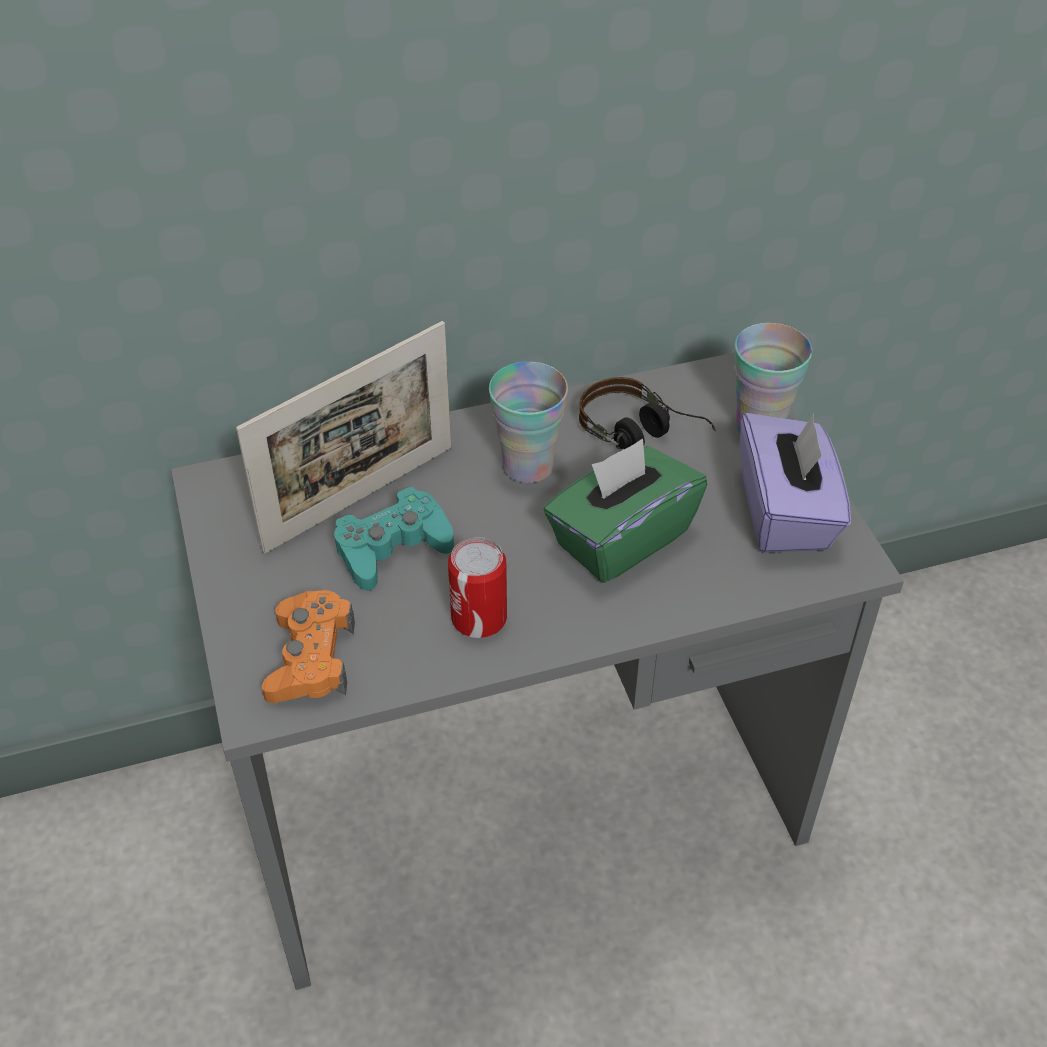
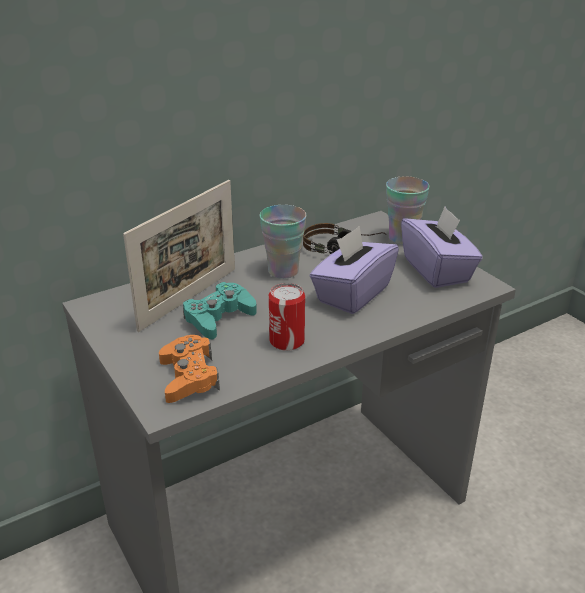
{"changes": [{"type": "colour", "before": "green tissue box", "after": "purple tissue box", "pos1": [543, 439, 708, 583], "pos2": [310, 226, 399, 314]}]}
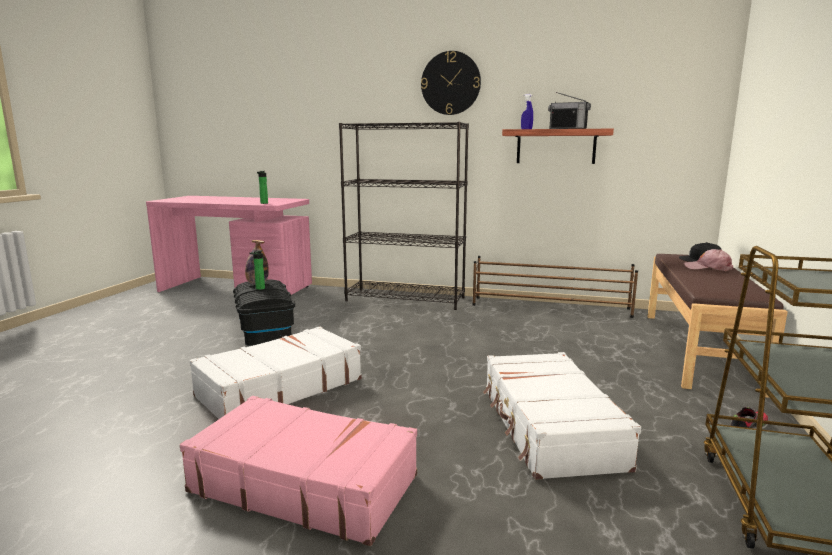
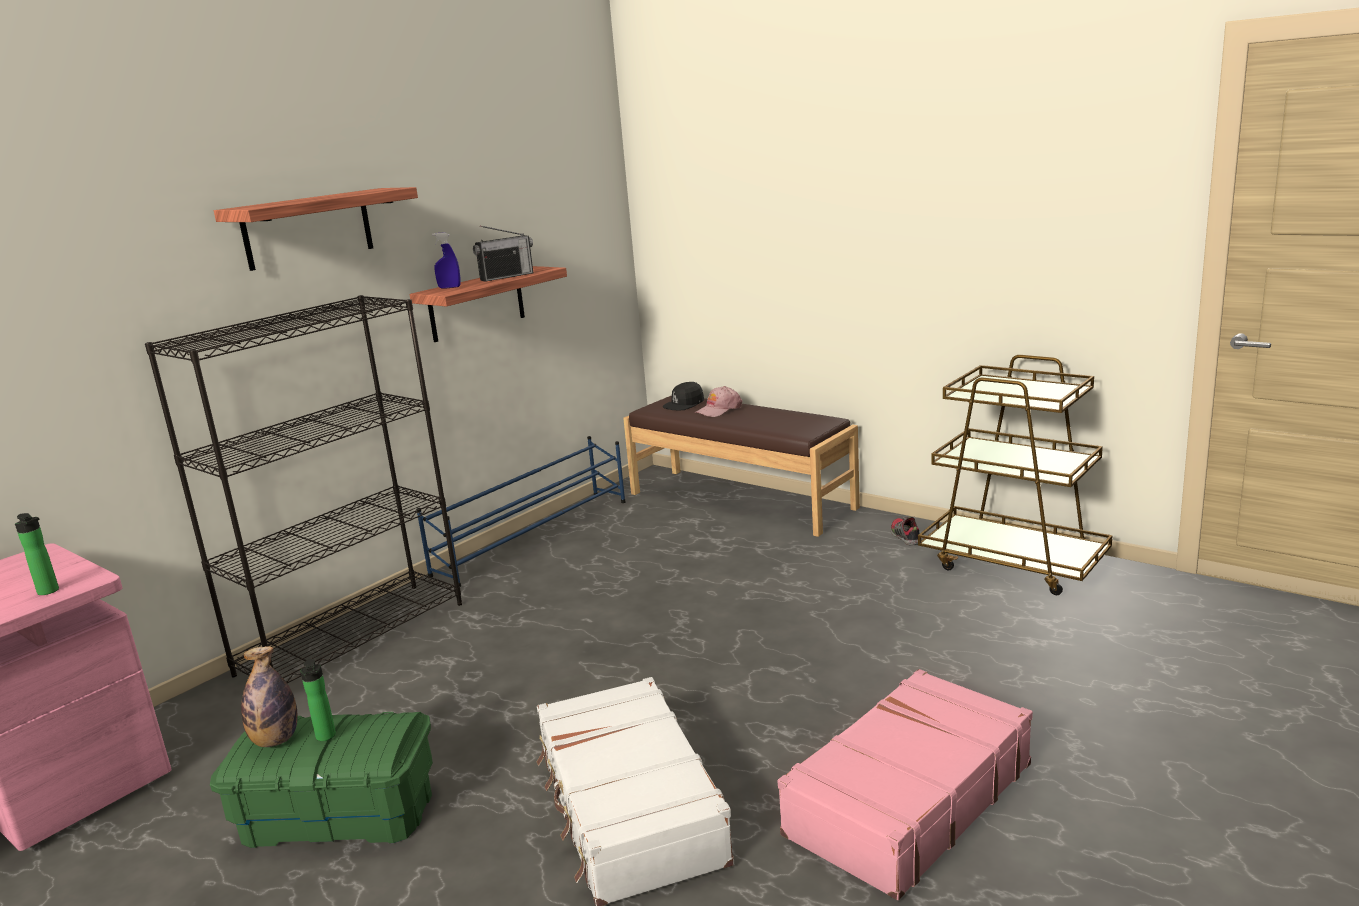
{"changes": [{"type": "missing", "before": "white suitcase", "pos1": [483, 352, 641, 480]}, {"type": "exchanged", "before": "wall clock", "after": "shelf", "pos1": [421, 51, 481, 115], "pos2": [214, 187, 418, 271]}, {"type": "colour", "before": "black storage box", "after": "green storage box", "pos1": [233, 279, 295, 346], "pos2": [210, 712, 433, 848]}, {"type": "colour", "before": "brown shoe rack", "after": "blue shoe rack", "pos1": [472, 256, 638, 318], "pos2": [416, 436, 626, 587]}]}
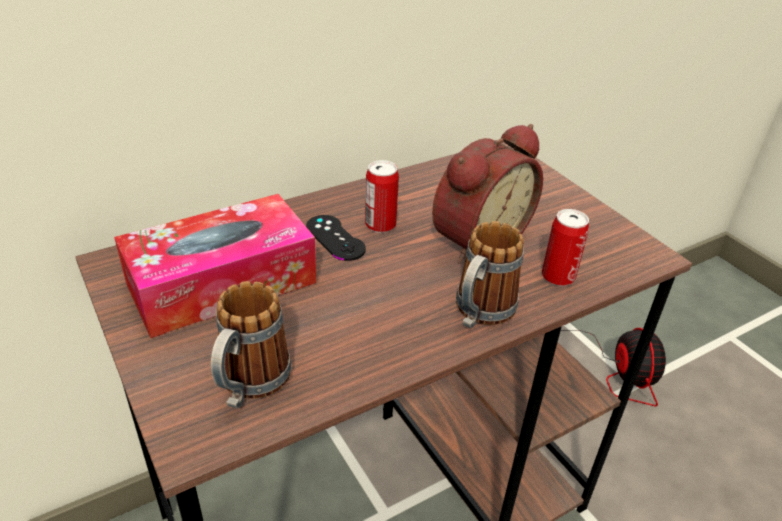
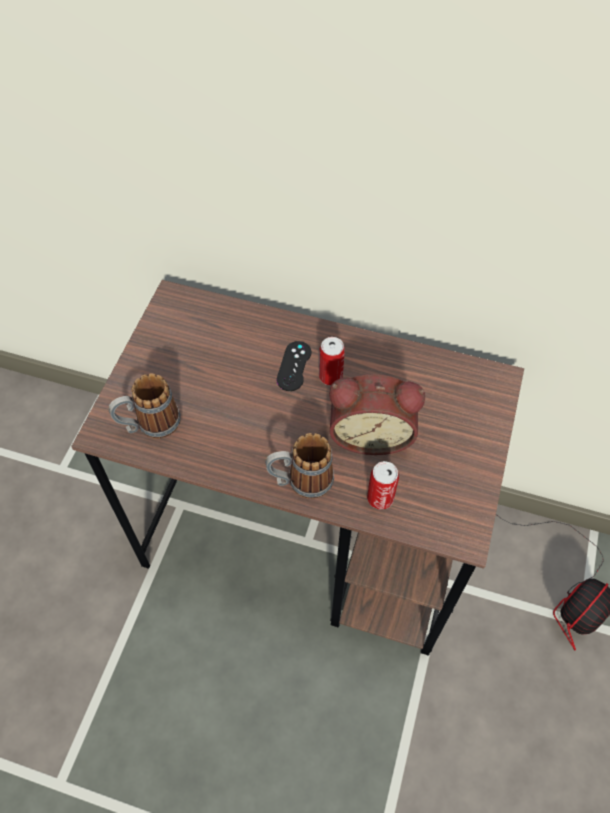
{"changes": [{"type": "missing", "before": "tissue box", "pos1": [114, 194, 317, 338]}]}
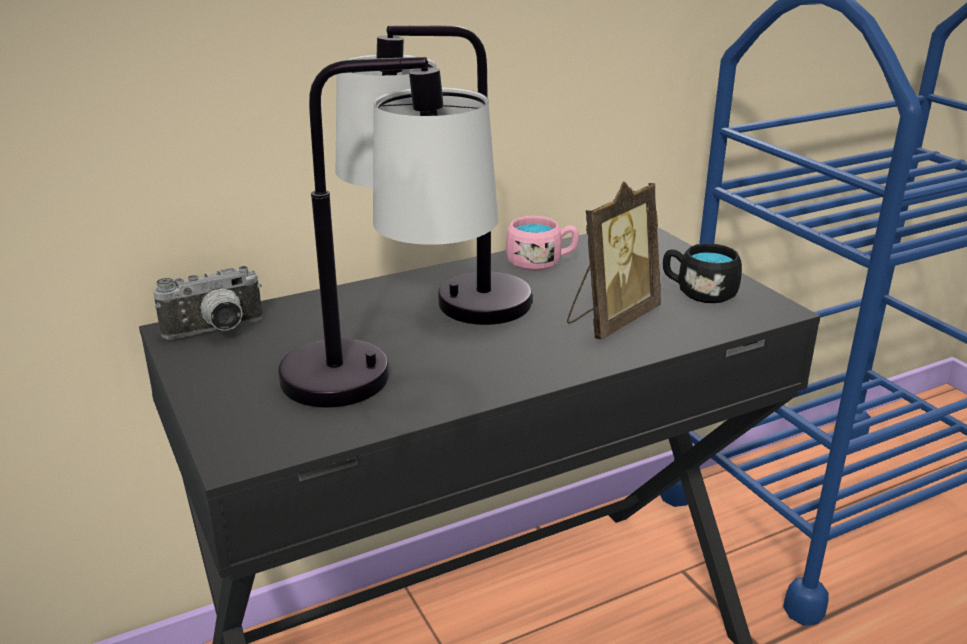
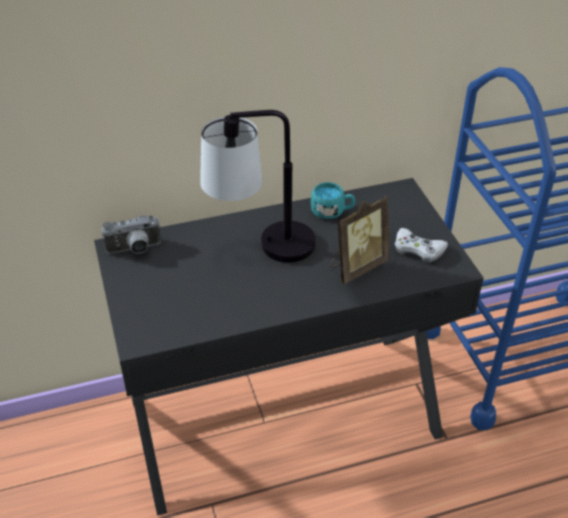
{"changes": [{"type": "missing", "before": "table lamp", "pos1": [278, 57, 498, 408]}, {"type": "exchanged", "before": "black mug", "after": "white game controller", "pos1": [663, 243, 742, 303], "pos2": [395, 228, 448, 263]}, {"type": "colour", "before": "pink mug", "after": "turquoise mug", "pos1": [506, 216, 579, 271], "pos2": [311, 182, 355, 219]}]}
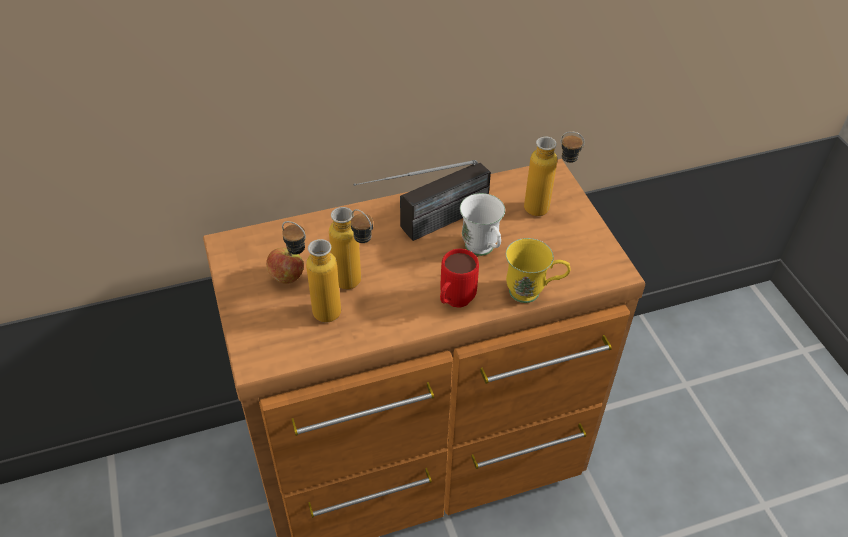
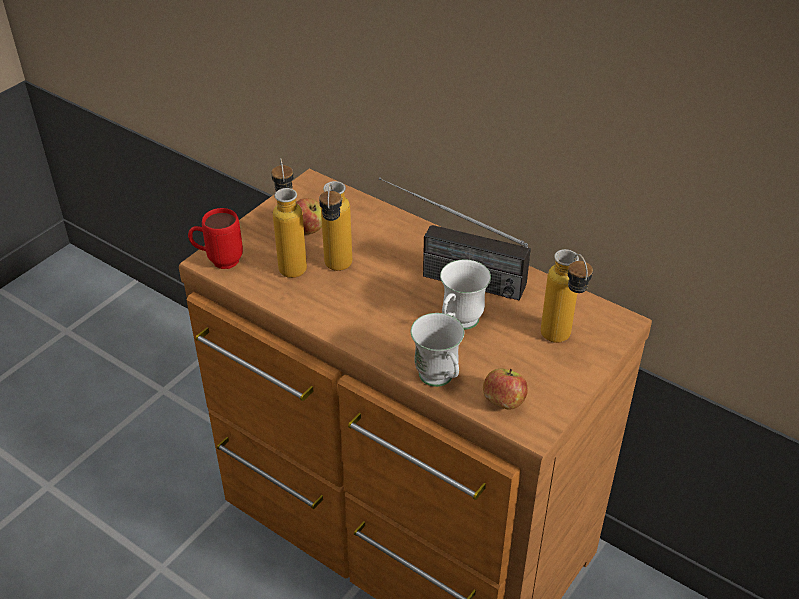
{"changes": [{"type": "appeared", "after": "apple", "pos2": [483, 369, 528, 409]}, {"type": "relocated", "before": "red mug", "pos1": [440, 249, 479, 308], "pos2": [188, 208, 243, 269]}, {"type": "colour", "before": "yellow mug", "after": "white mug", "pos1": [506, 238, 571, 303], "pos2": [411, 313, 464, 387]}]}
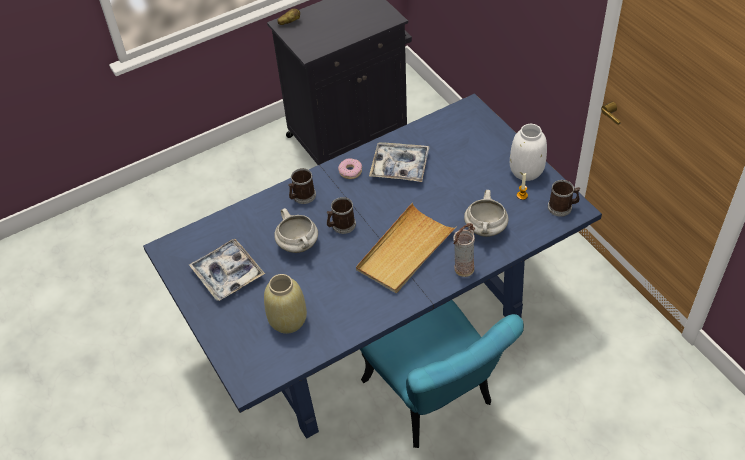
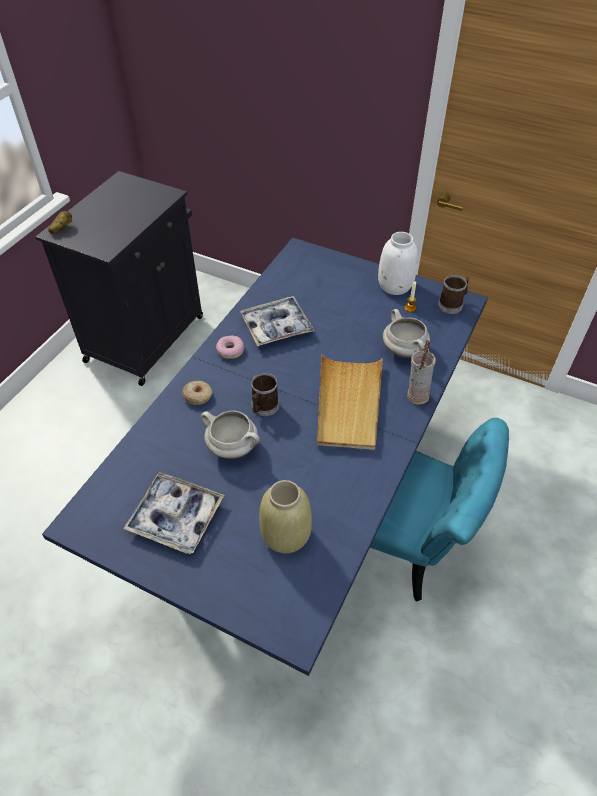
{"changes": [{"type": "exchanged", "before": "mug", "after": "donut", "pos1": [288, 168, 316, 204], "pos2": [182, 381, 212, 405]}]}
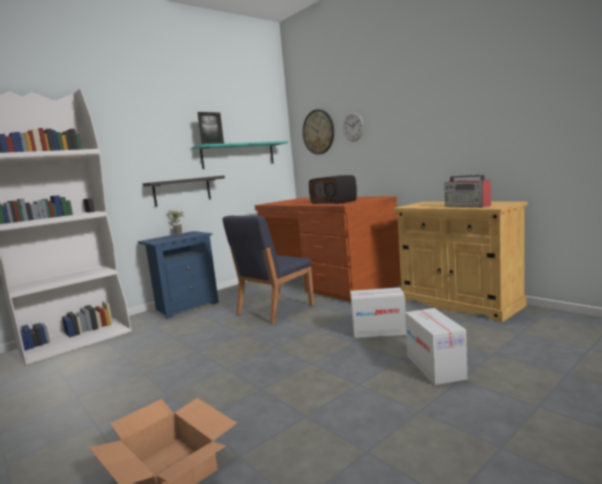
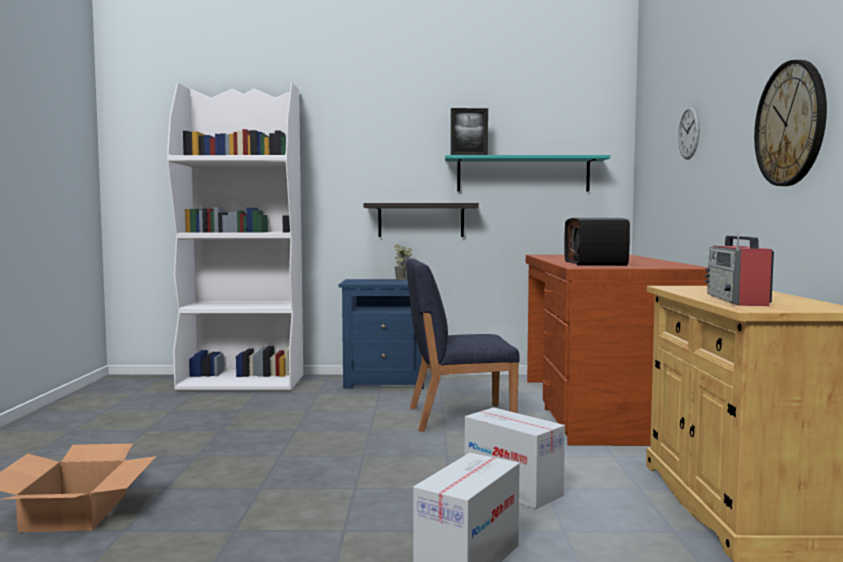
{"changes": [{"type": "relocated", "before": "wall clock", "pos1": [303, 109, 334, 155], "pos2": [754, 60, 827, 186]}]}
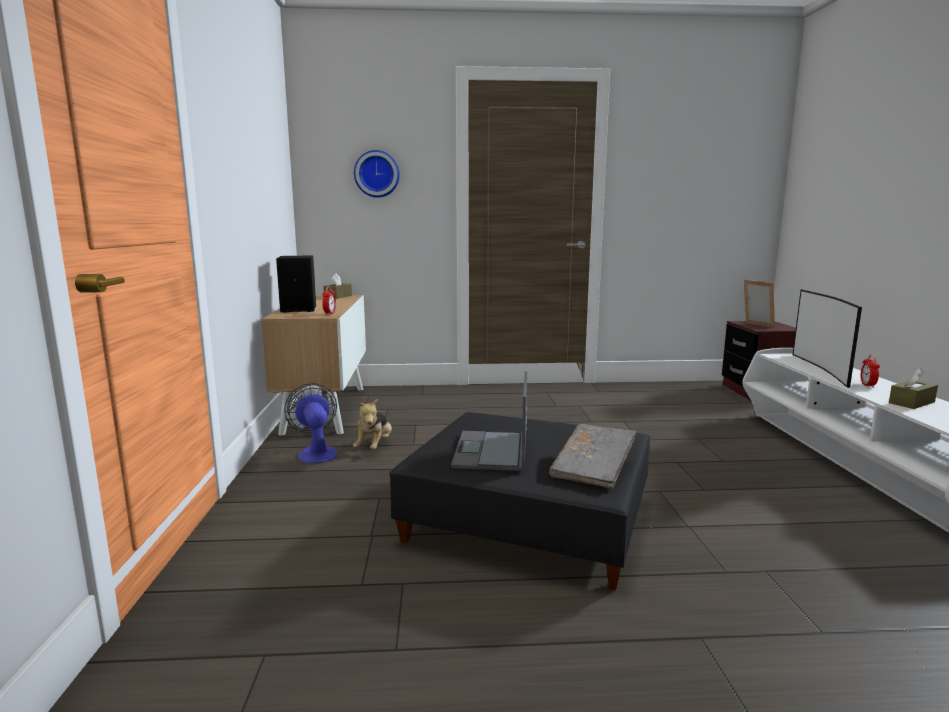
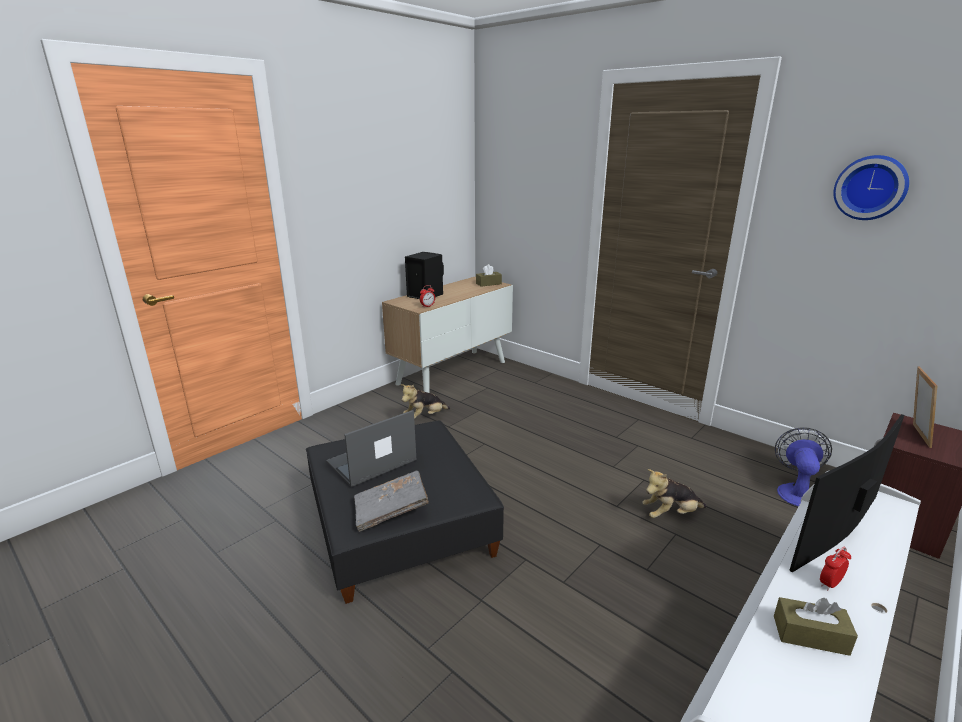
{"changes": [{"type": "appeared", "after": "plush toy", "pos2": [642, 469, 706, 518]}, {"type": "relocated", "before": "fan", "pos1": [284, 383, 337, 463], "pos2": [775, 428, 832, 507]}, {"type": "relocated", "before": "wall clock", "pos1": [354, 150, 400, 198], "pos2": [833, 155, 909, 220]}]}
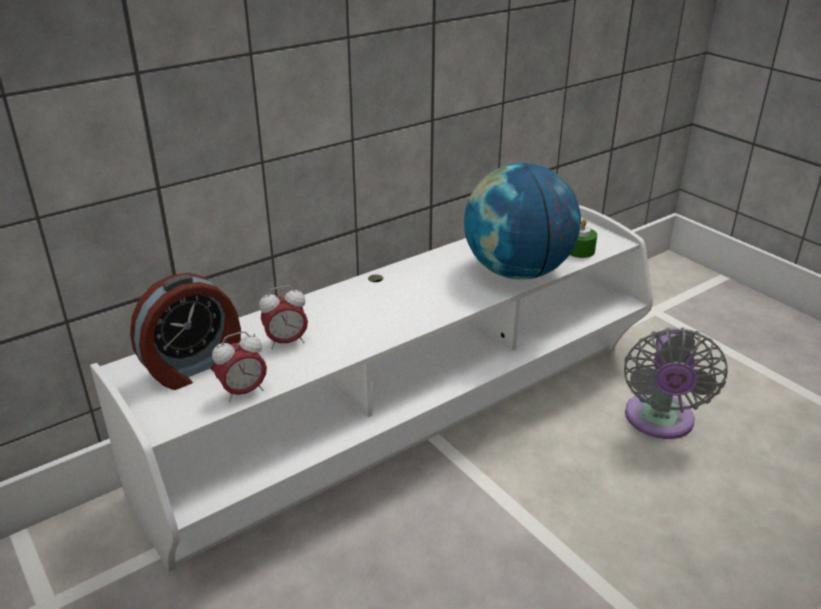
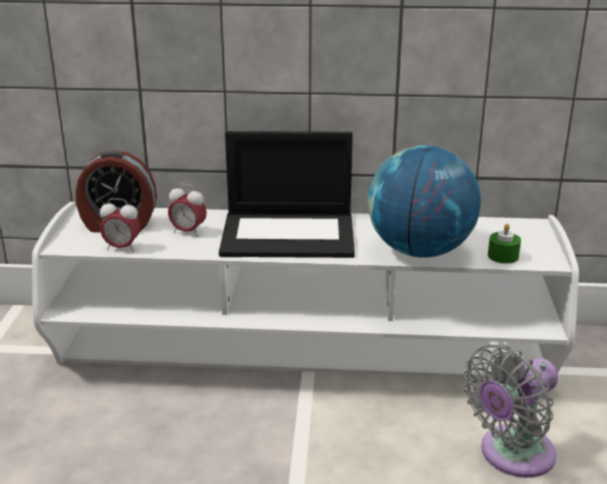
{"changes": [{"type": "appeared", "after": "laptop", "pos2": [219, 131, 355, 258]}]}
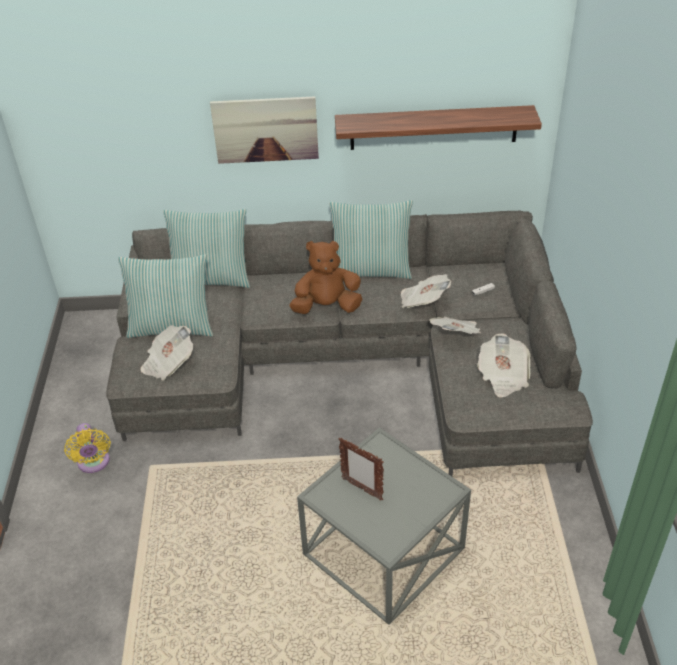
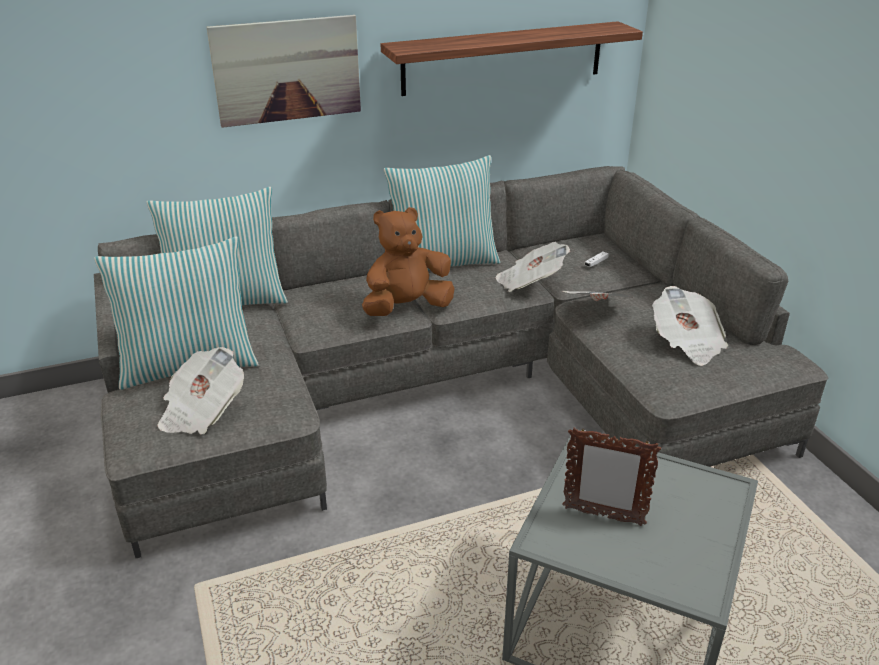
{"changes": [{"type": "missing", "before": "yellow fan", "pos1": [64, 423, 111, 473]}]}
